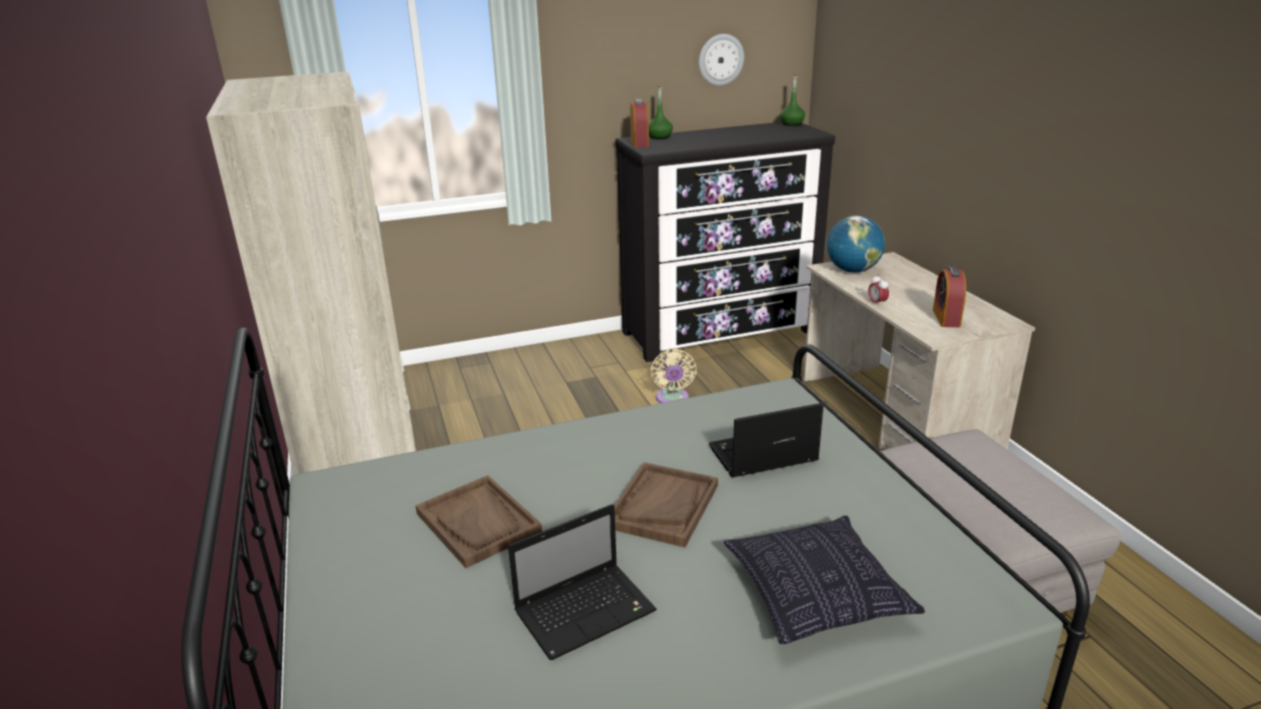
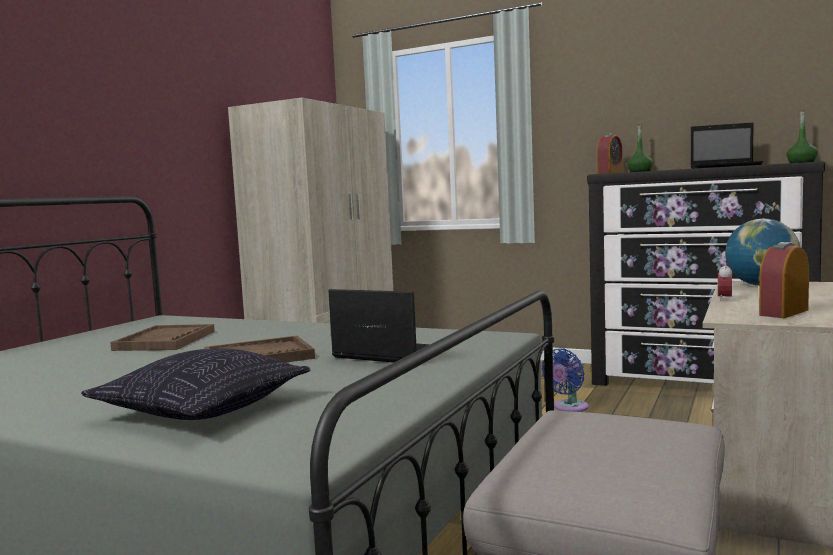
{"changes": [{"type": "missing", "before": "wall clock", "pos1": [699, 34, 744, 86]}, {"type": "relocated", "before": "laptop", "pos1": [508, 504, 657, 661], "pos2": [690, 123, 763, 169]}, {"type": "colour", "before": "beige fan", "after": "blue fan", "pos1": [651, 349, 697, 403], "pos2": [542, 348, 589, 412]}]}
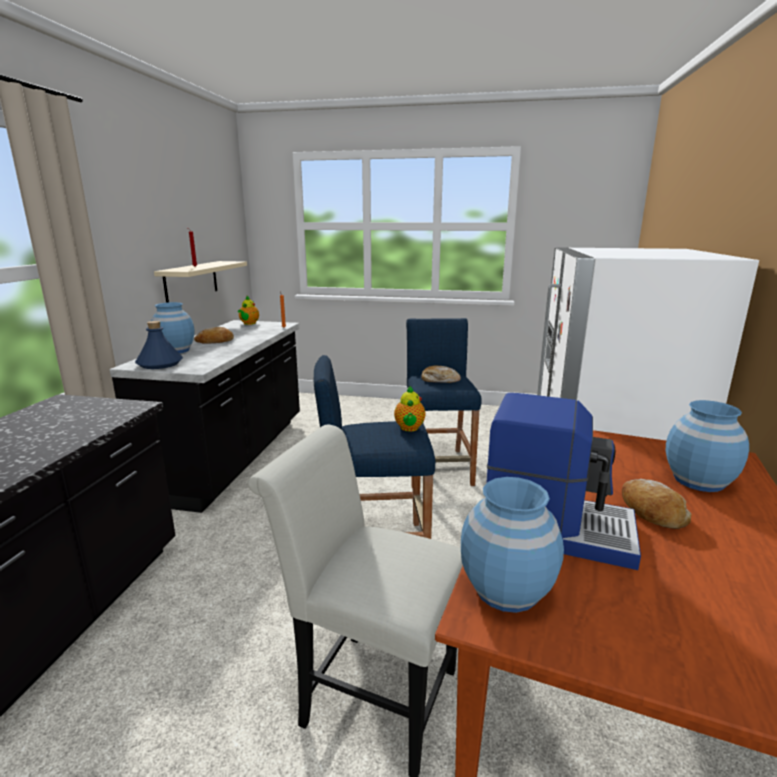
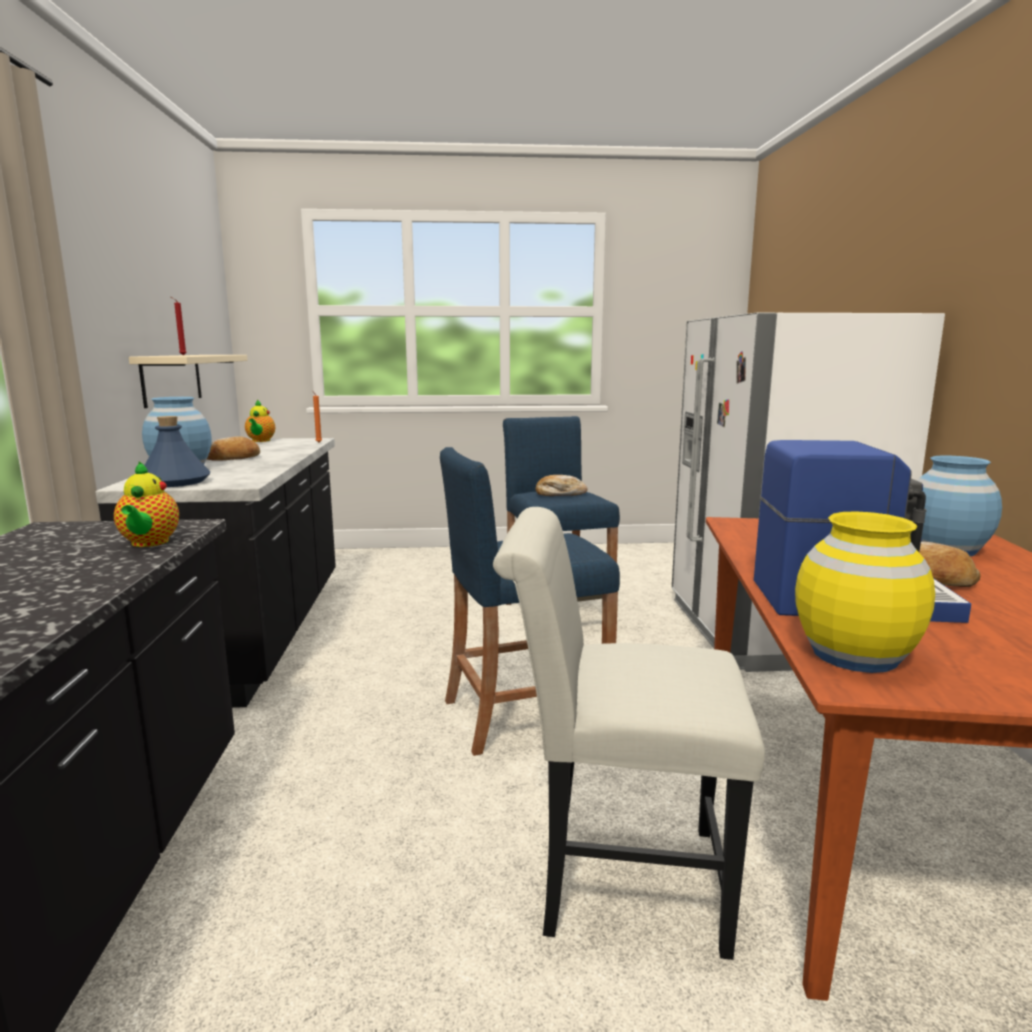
{"changes": [{"type": "relocated", "before": "teapot", "pos1": [394, 386, 426, 431], "pos2": [114, 461, 179, 547]}, {"type": "colour", "before": "blue vase", "after": "yellow vase", "pos1": [461, 477, 564, 613], "pos2": [795, 511, 935, 673]}]}
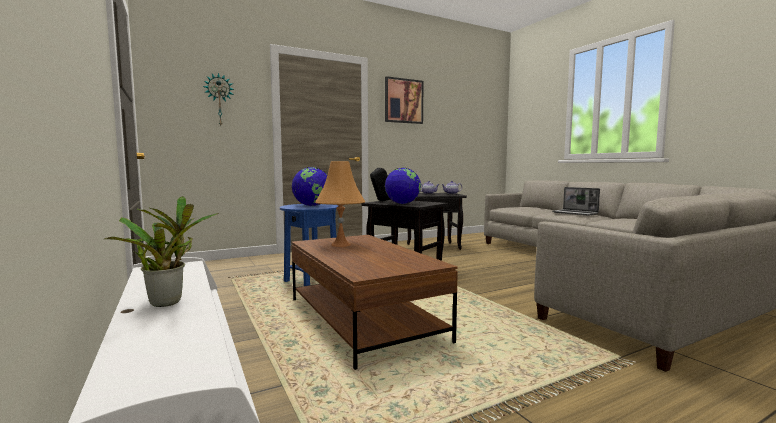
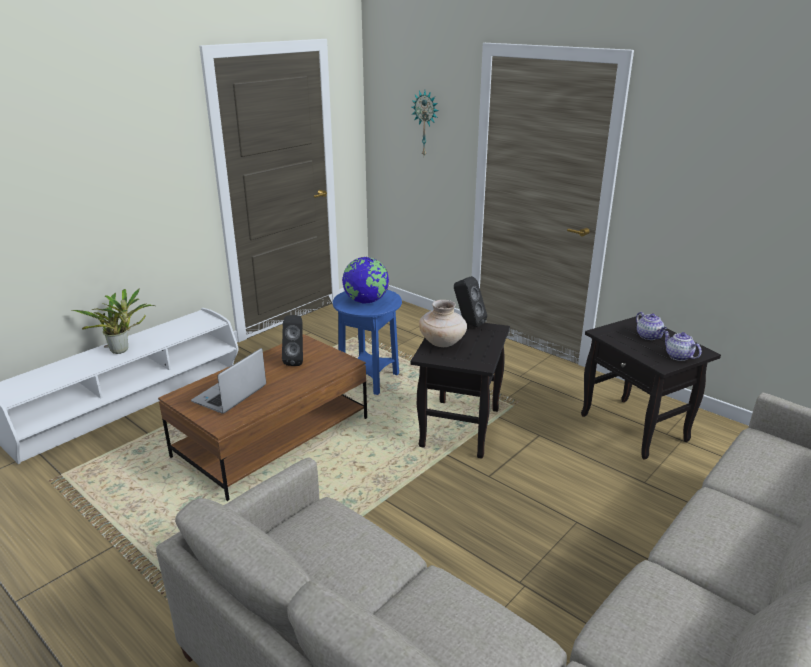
{"changes": [{"type": "missing", "before": "picture", "pos1": [385, 76, 424, 124]}, {"type": "relocated", "before": "laptop", "pos1": [552, 187, 600, 216], "pos2": [191, 348, 266, 413]}, {"type": "exchanged", "before": "orange table lamp", "after": "black speaker", "pos1": [315, 161, 365, 247], "pos2": [282, 315, 303, 366]}, {"type": "exchanged", "before": "globe", "after": "beige vase", "pos1": [385, 168, 421, 204], "pos2": [419, 300, 467, 347]}]}
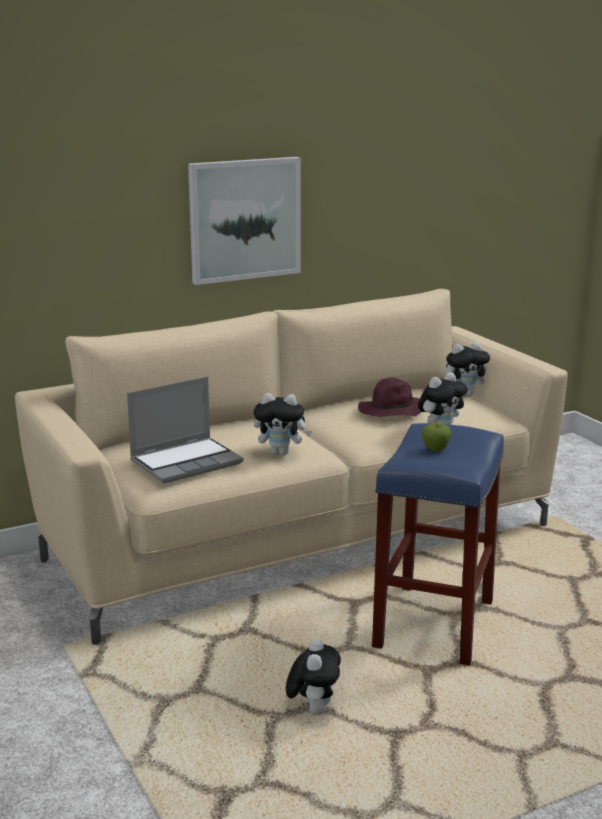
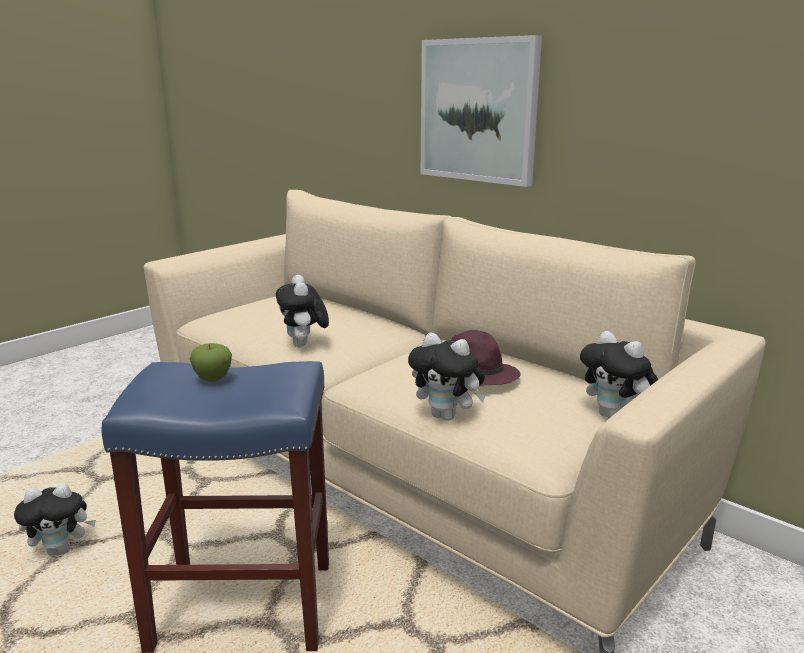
{"changes": [{"type": "missing", "before": "laptop", "pos1": [127, 377, 243, 484]}]}
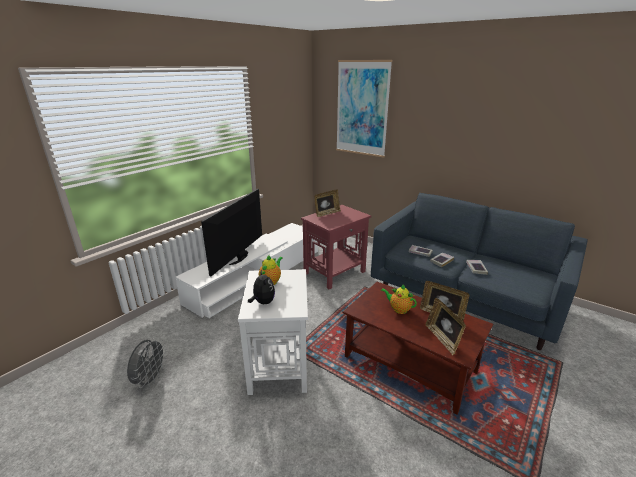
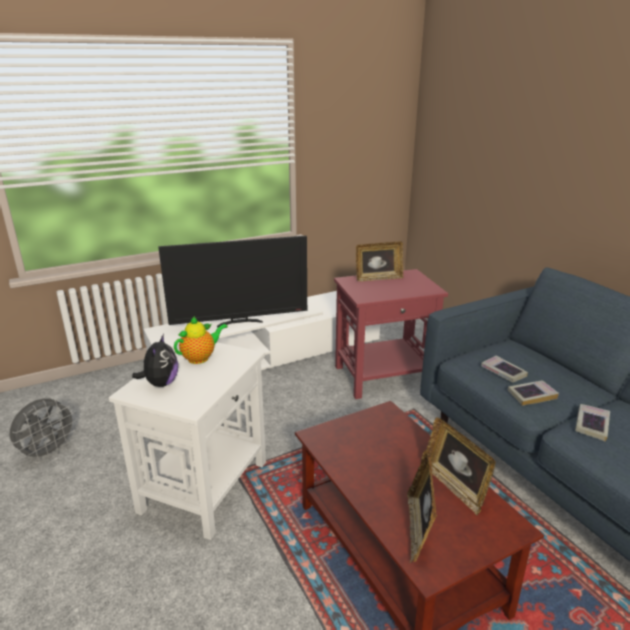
{"changes": [{"type": "missing", "before": "picture", "pos1": [336, 60, 392, 158]}, {"type": "missing", "before": "teapot", "pos1": [381, 285, 417, 314]}, {"type": "spun", "before": "television", "pos1": [201, 189, 262, 276], "pos2": [158, 236, 307, 328], "turn": -150}]}
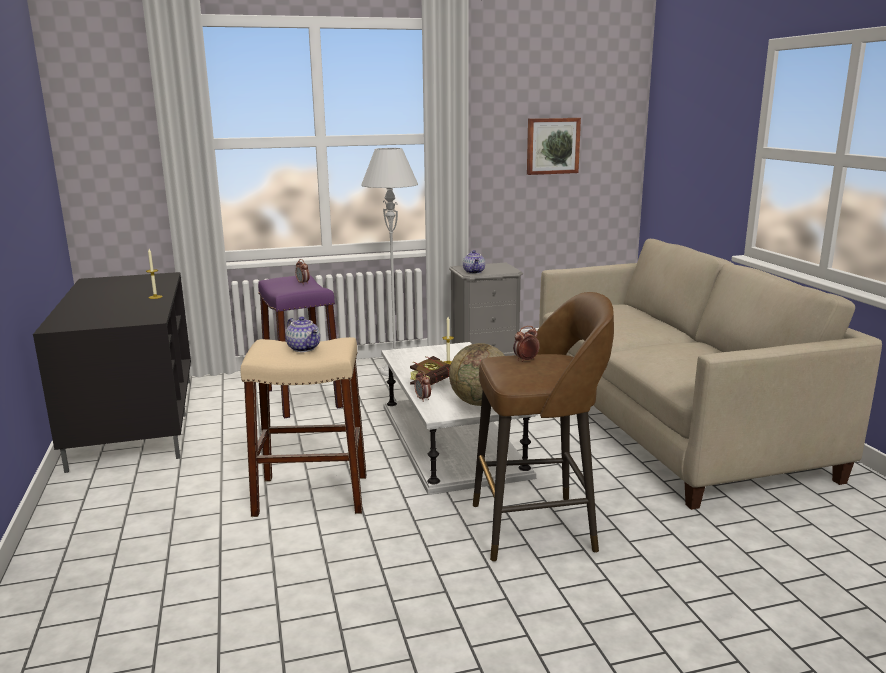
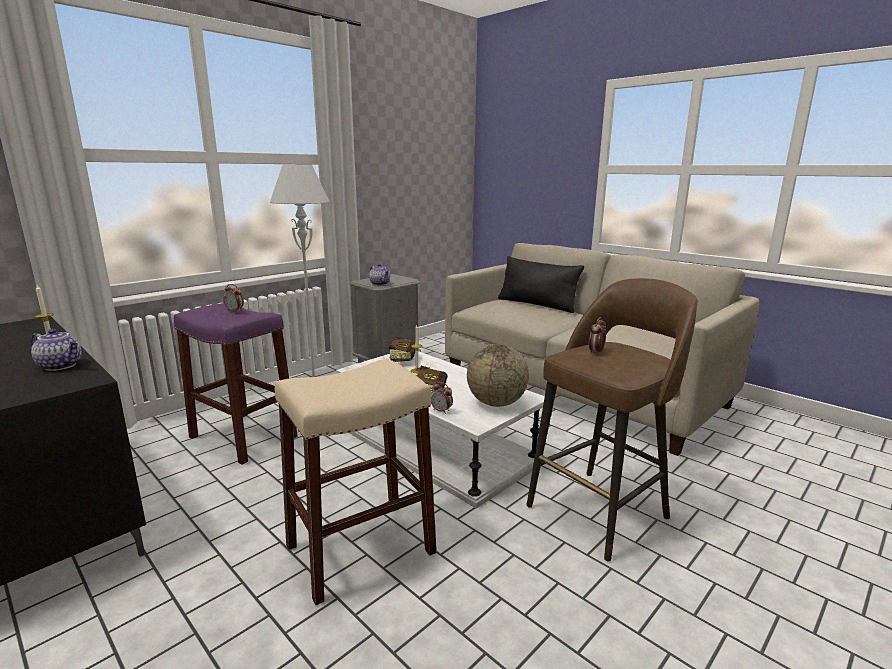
{"changes": [{"type": "missing", "before": "picture", "pos1": [527, 118, 581, 175]}, {"type": "appeared", "after": "book", "pos2": [389, 337, 415, 362]}, {"type": "appeared", "after": "black pillow", "pos2": [498, 256, 584, 313]}, {"type": "relocated", "before": "teapot", "pos1": [286, 316, 320, 352], "pos2": [31, 329, 82, 371]}]}
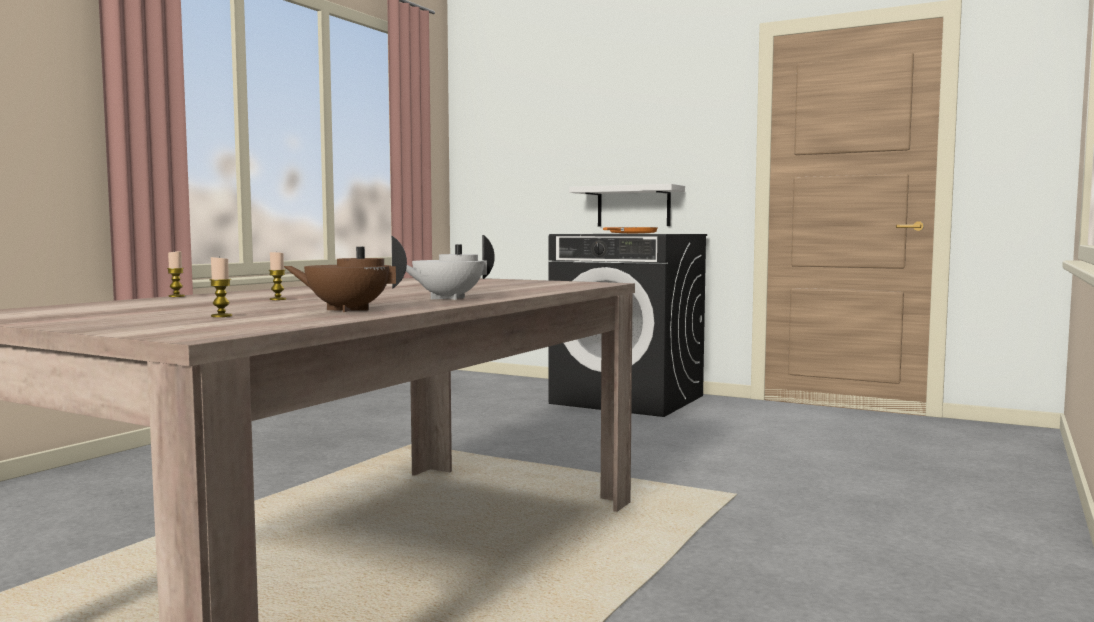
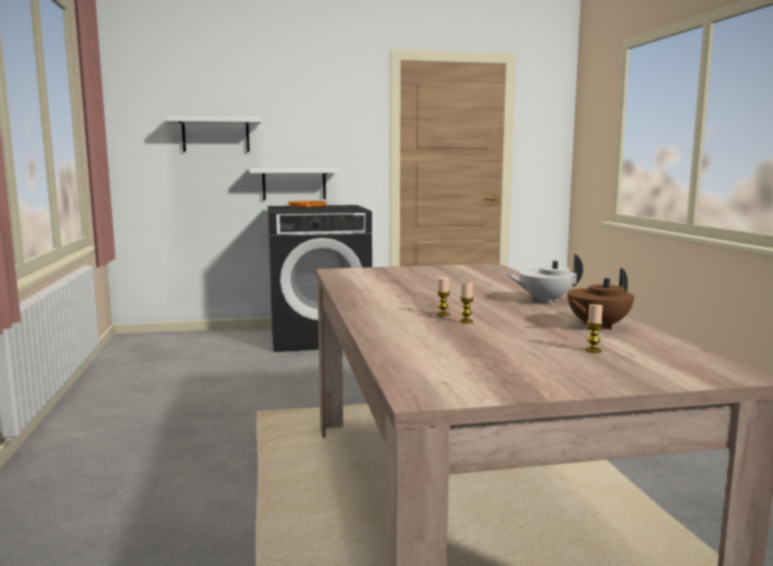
{"changes": [{"type": "appeared", "after": "white shelf", "pos2": [164, 116, 261, 152]}, {"type": "relocated", "before": "candle", "pos1": [167, 250, 185, 297], "pos2": [437, 276, 450, 316]}, {"type": "spun", "before": "white teapot", "pos1": [406, 235, 495, 300], "pos2": [507, 254, 583, 304], "turn": 60}]}
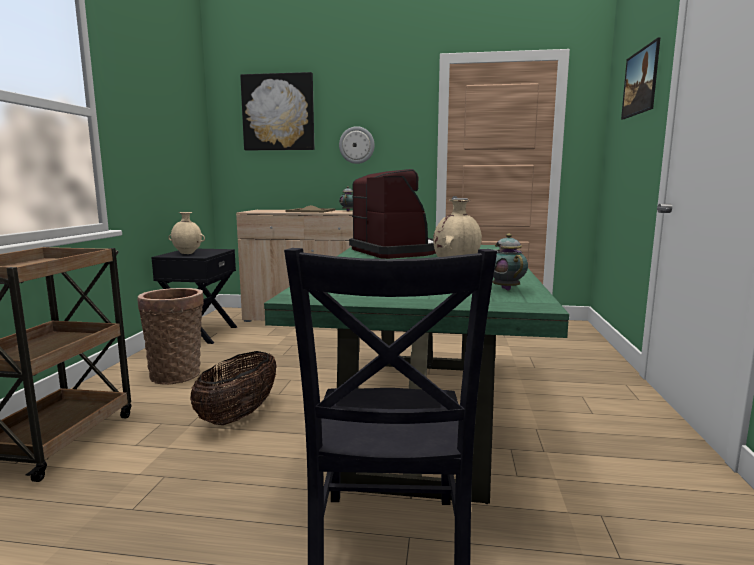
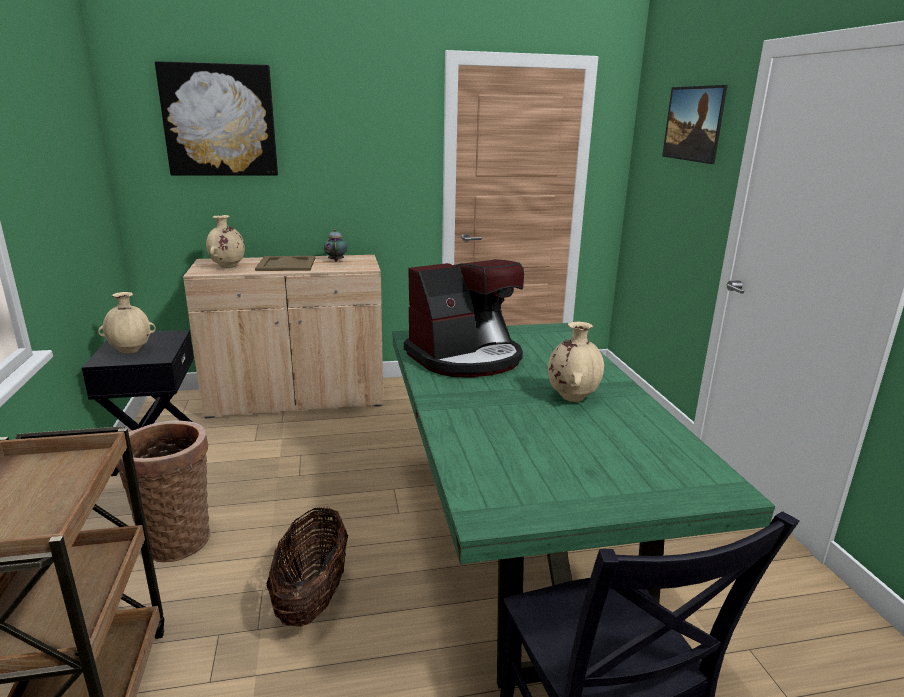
{"changes": [{"type": "missing", "before": "wall clock", "pos1": [339, 126, 375, 164]}, {"type": "missing", "before": "teapot", "pos1": [492, 234, 528, 290]}, {"type": "appeared", "after": "beige vase", "pos2": [206, 215, 245, 268]}, {"type": "spun", "before": "coffee machine", "pos1": [349, 169, 436, 259], "pos2": [404, 259, 524, 377], "turn": 105}]}
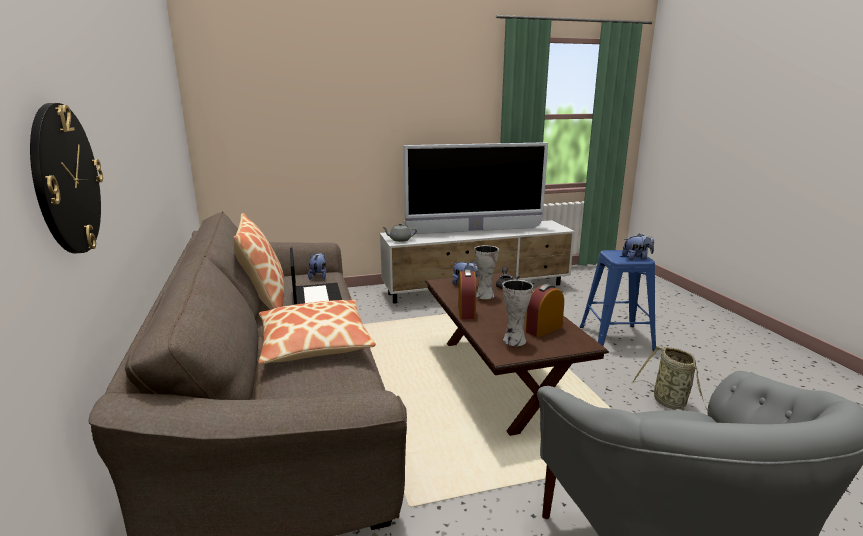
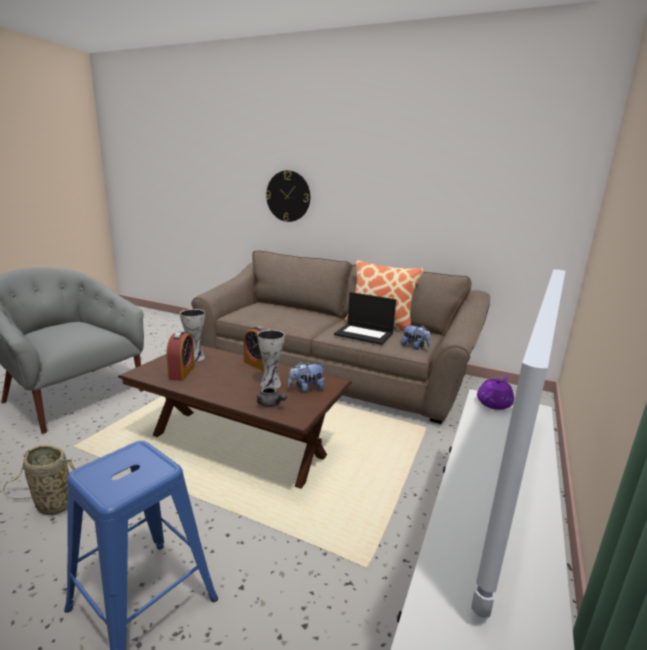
{"changes": [{"type": "missing", "before": "pillow", "pos1": [258, 300, 376, 364]}, {"type": "missing", "before": "plush toy", "pos1": [622, 233, 654, 260]}, {"type": "colour", "before": "grey teapot", "after": "purple teapot", "pos1": [382, 223, 417, 242], "pos2": [477, 375, 514, 410]}]}
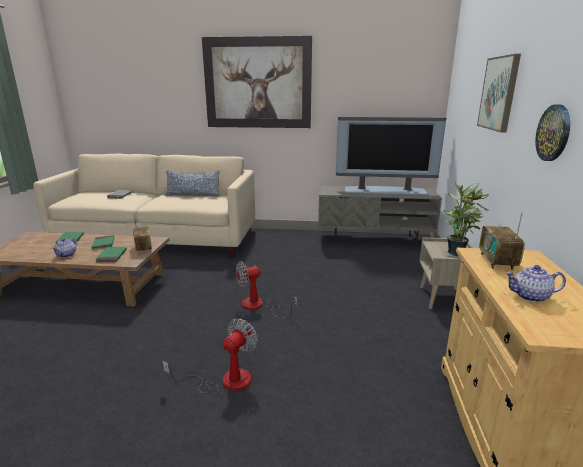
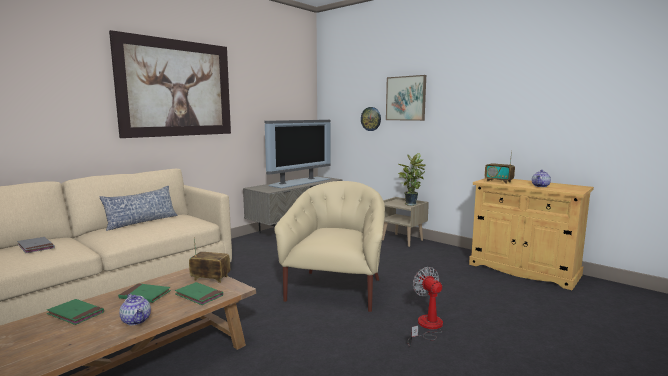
{"changes": [{"type": "relocated", "before": "wall clock", "pos1": [535, 104, 570, 161], "pos2": [361, 107, 381, 131]}, {"type": "exchanged", "before": "fan", "after": "beige armchair", "pos1": [236, 261, 297, 318], "pos2": [274, 181, 385, 312]}]}
